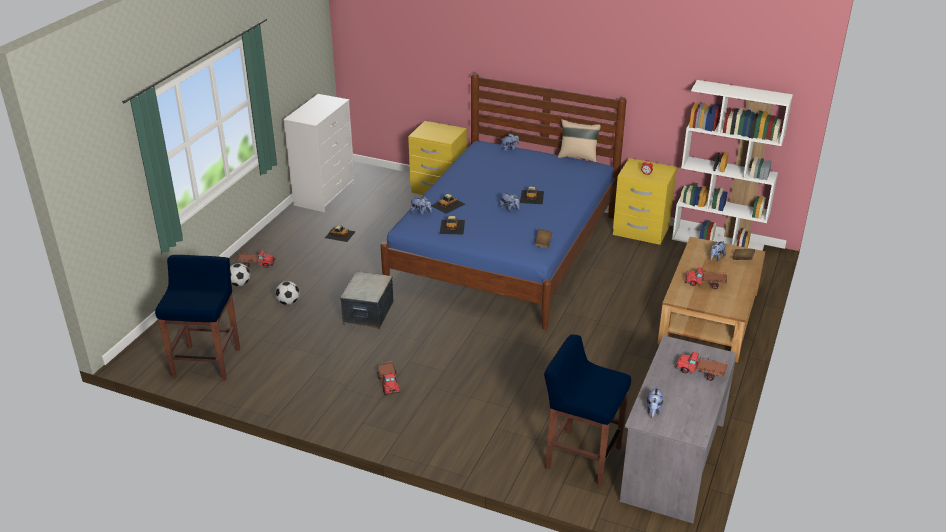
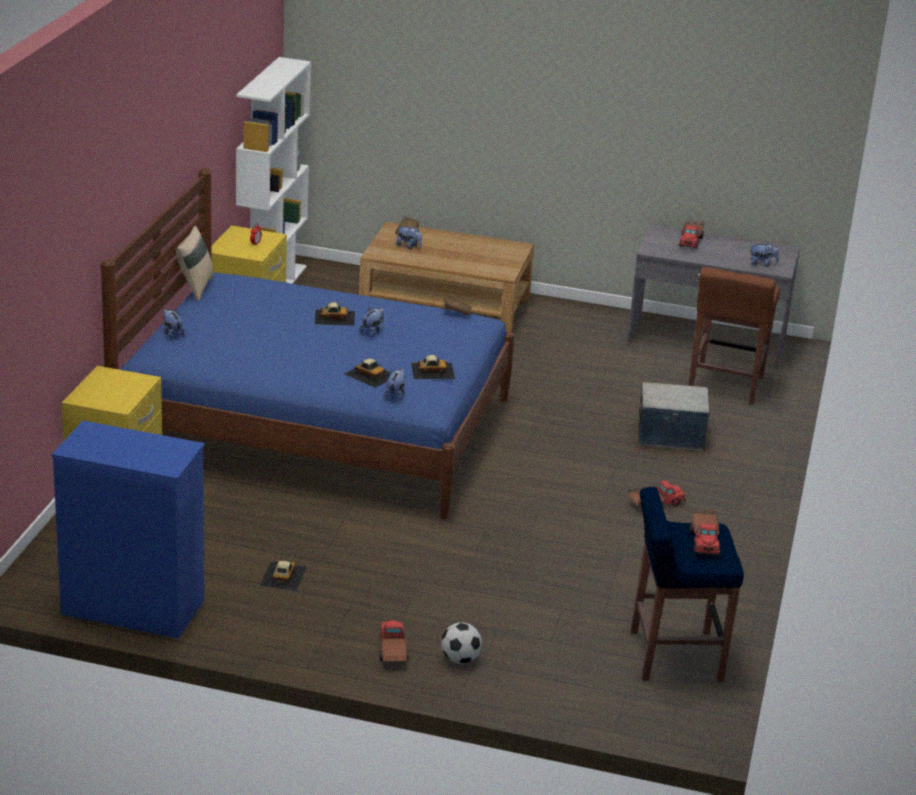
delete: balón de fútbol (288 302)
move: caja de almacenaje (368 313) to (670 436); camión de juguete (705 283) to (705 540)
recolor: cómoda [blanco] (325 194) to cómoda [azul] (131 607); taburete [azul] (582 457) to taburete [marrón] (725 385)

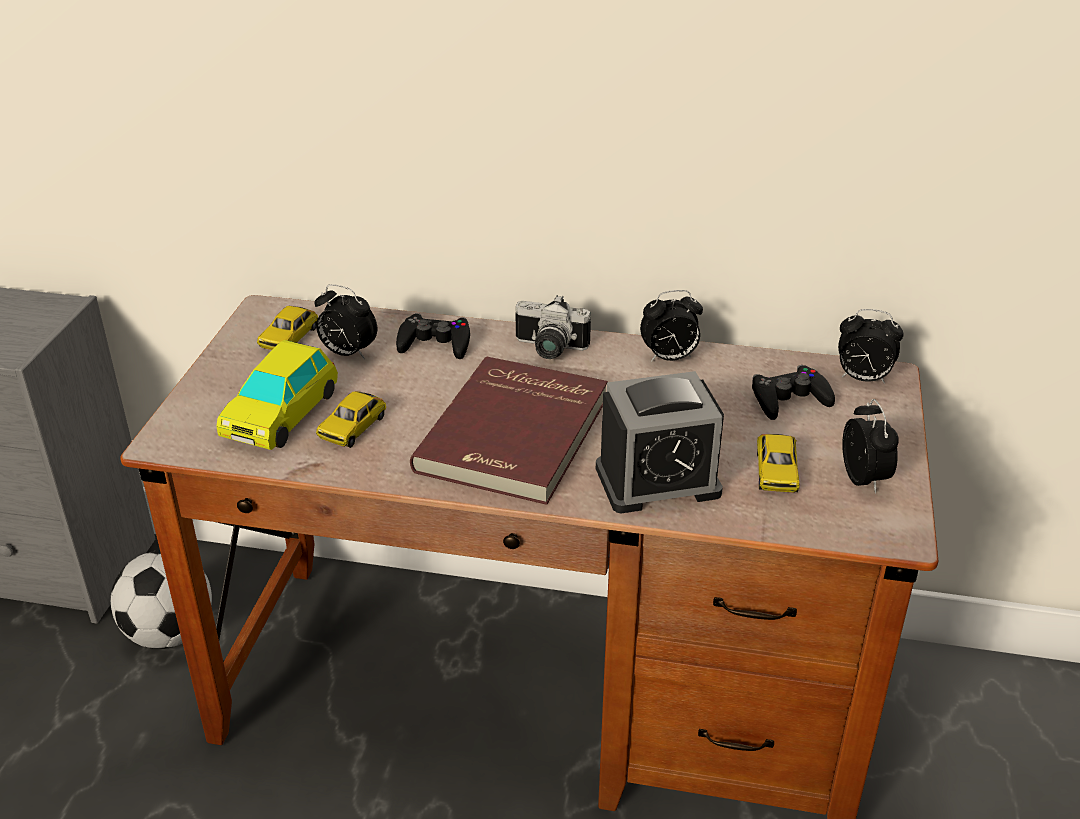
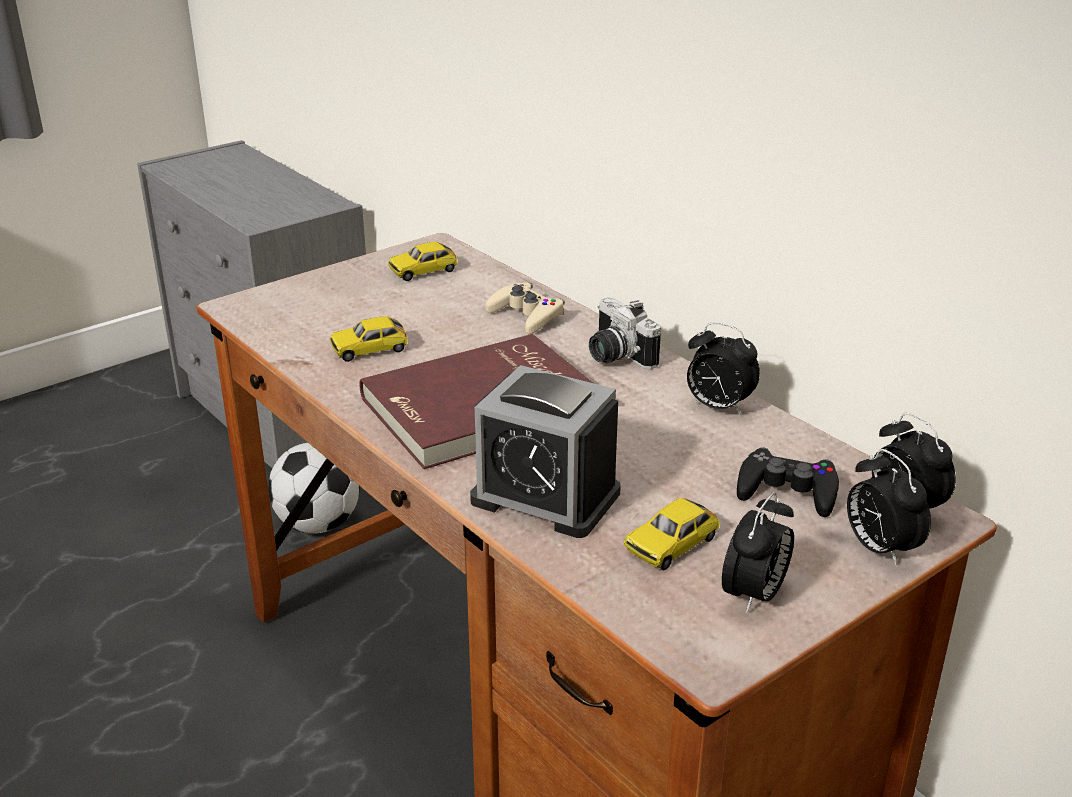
delete: coche de juguete (281 415)
move: despertador (347 353) to (879 548)
recolor: mando de consola [negro] (435 343) to mando de consola [beis] (526 315)

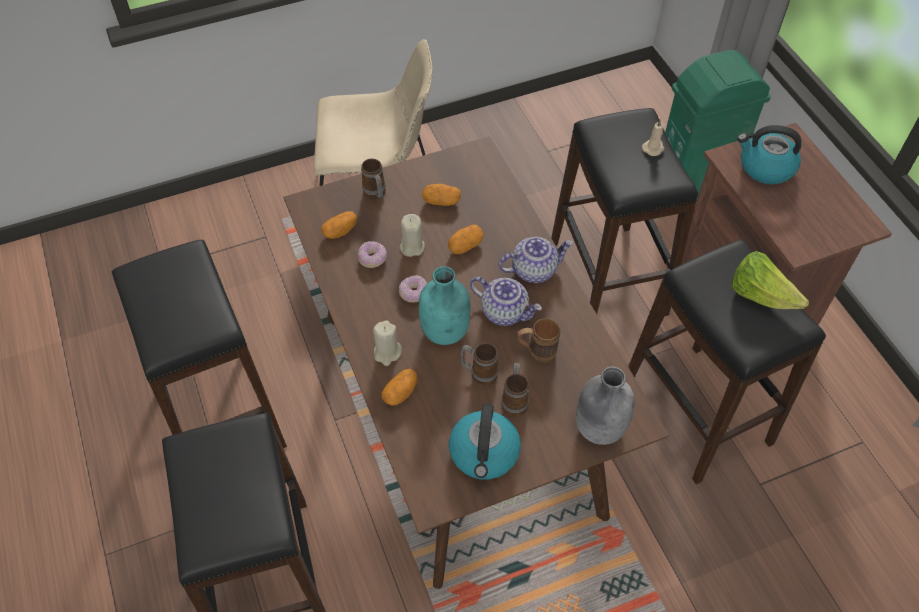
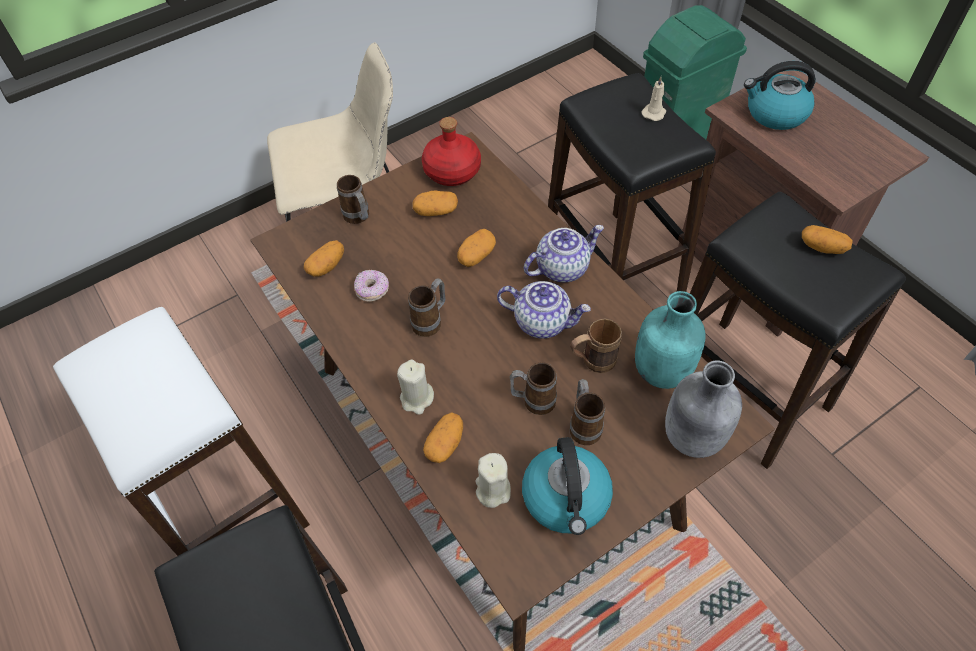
insert: botella [rojo] (452 170)
move: vela [beis] (412 247) to (492 490); botella [turquesa] (446 331) to (663 370)
replace: rosquilla (414 293) to taza grande (431 321); lechuga (760 295) to patata (822 247)
recolor: taburete [negro] (221 412) to taburete [blanco] (225 500)

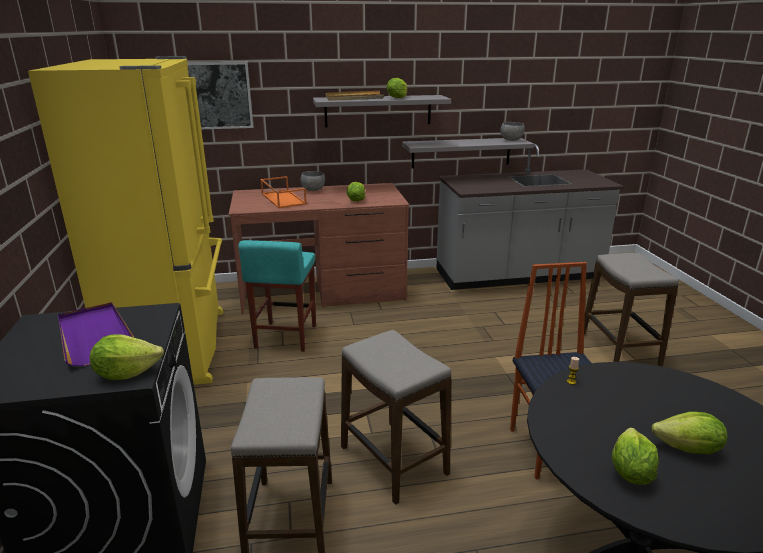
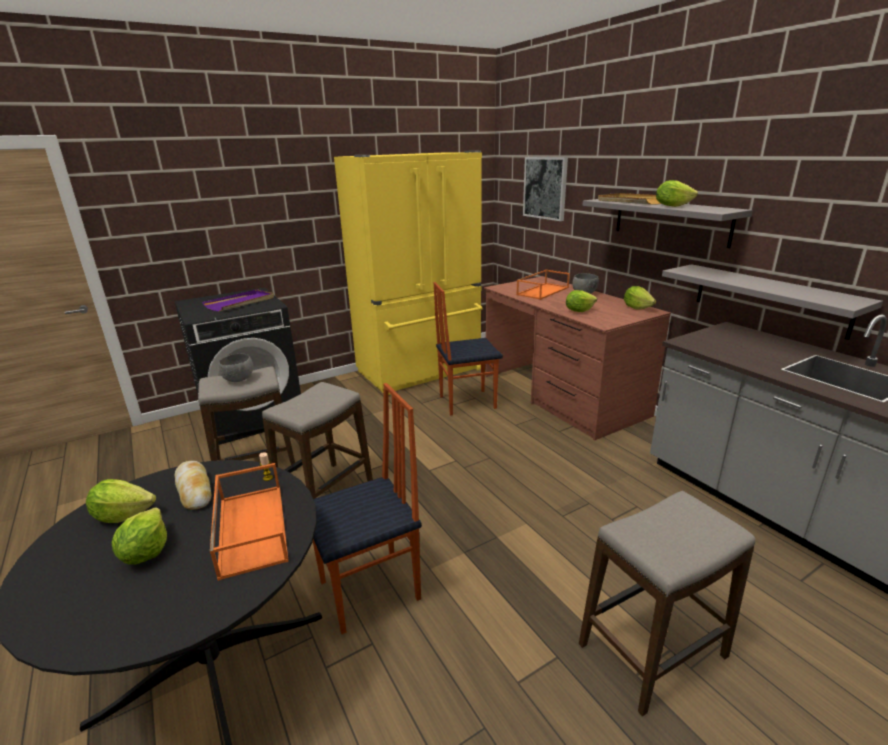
insert: pan (194 490); bandeja [naranja] (250 528)
move: lechuga (126 373) to (637 308); cuenco [gris] (511 140) to (239 380)
replace: taburete [turquesa] (285 337) to silla (466 402)

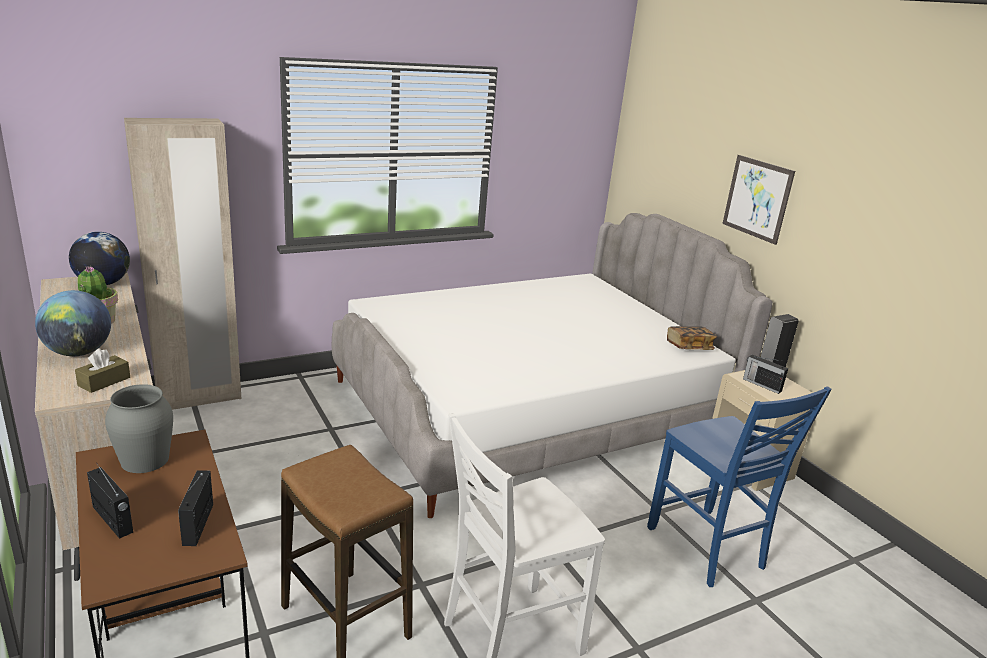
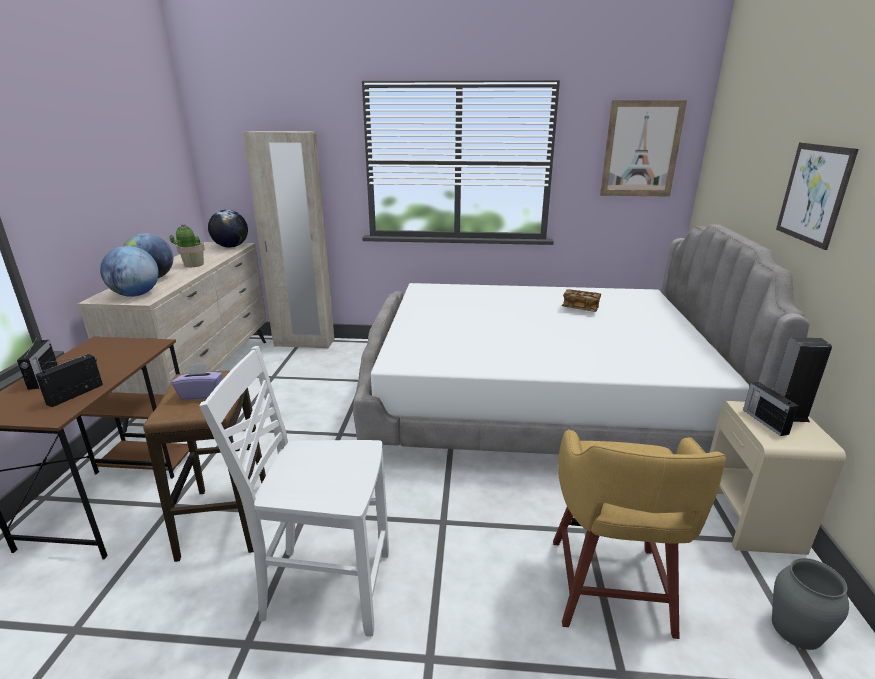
insert: caja de pañuelos [morado] (201 394); cuadro (641 149)
move: florero [gris] (144 460) to (796 629); libro (689 347) to (580 309)
replace: caja de pañuelos [marrón] (104 381) to globo terráqueo (136 295); silla [azul] (707 548) to taburete [amarillo] (609 589)

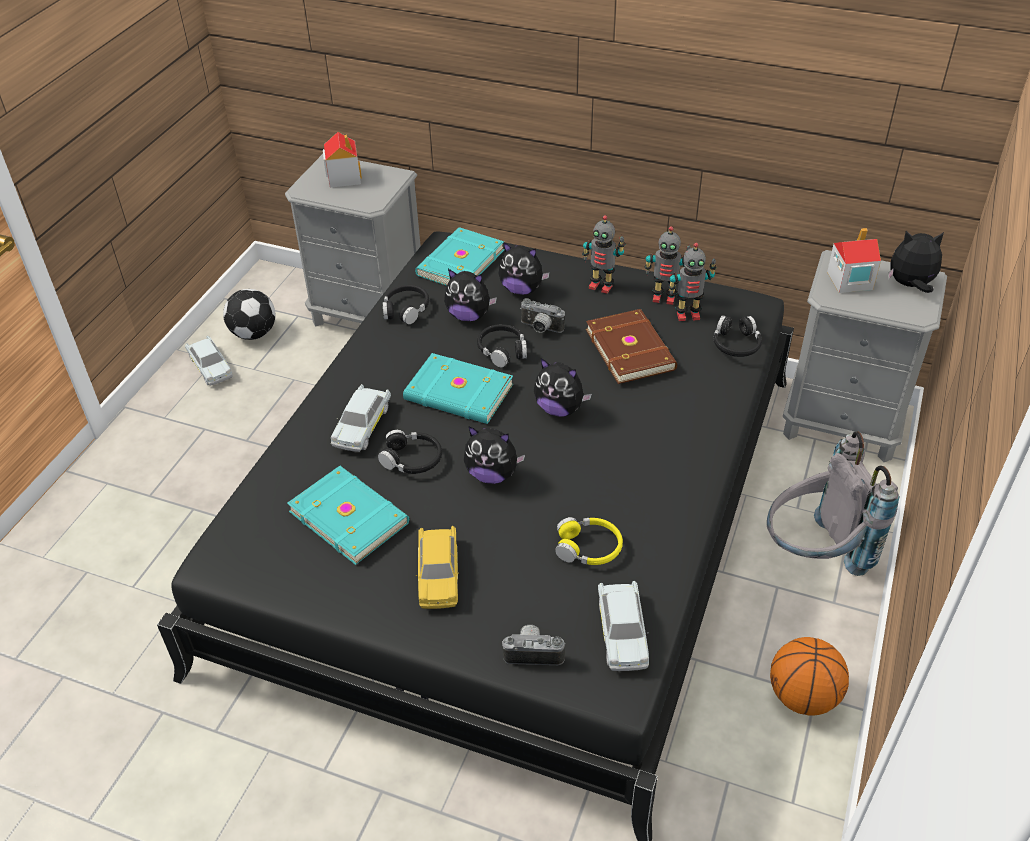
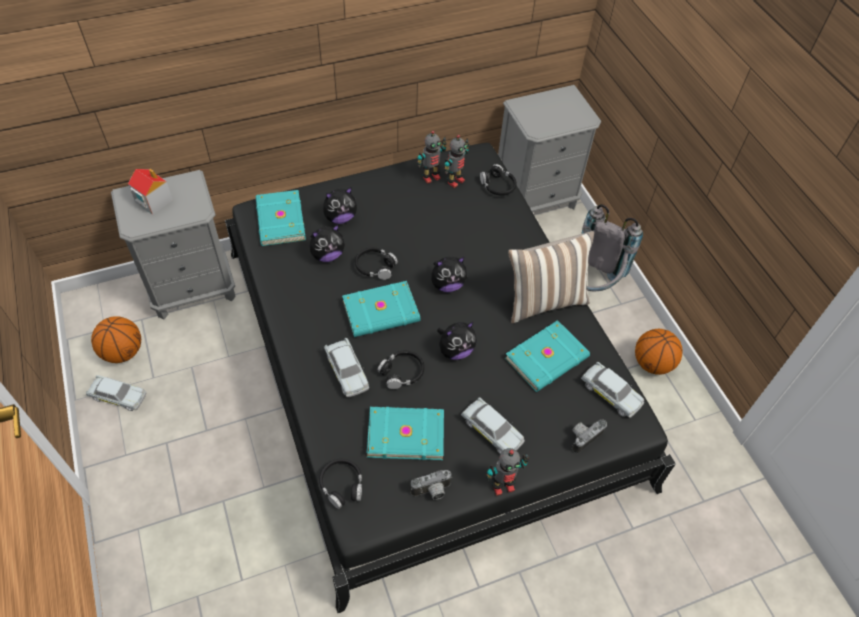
delete: libro [marrón] (631 349); casita (849 281); peluche (910 285)
insert: cojín (544 301)
move: auriculares [negro] (406 309) to (342 485); cámara (540 329) to (432 492); robot de juguete (601 286) to (502 485)
replace: balón de fútbol (253 334) to balón de baloncesto (123 352); auriculares [amarillo] (588 548) to libro [turquesa] (548 359)
recolor: coche de juguete [amarillo] (438 574) to coche de juguete [blanco] (491 430)

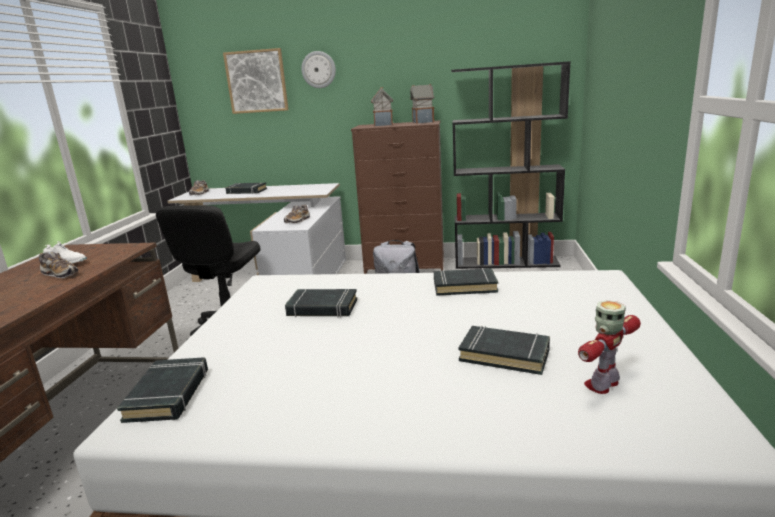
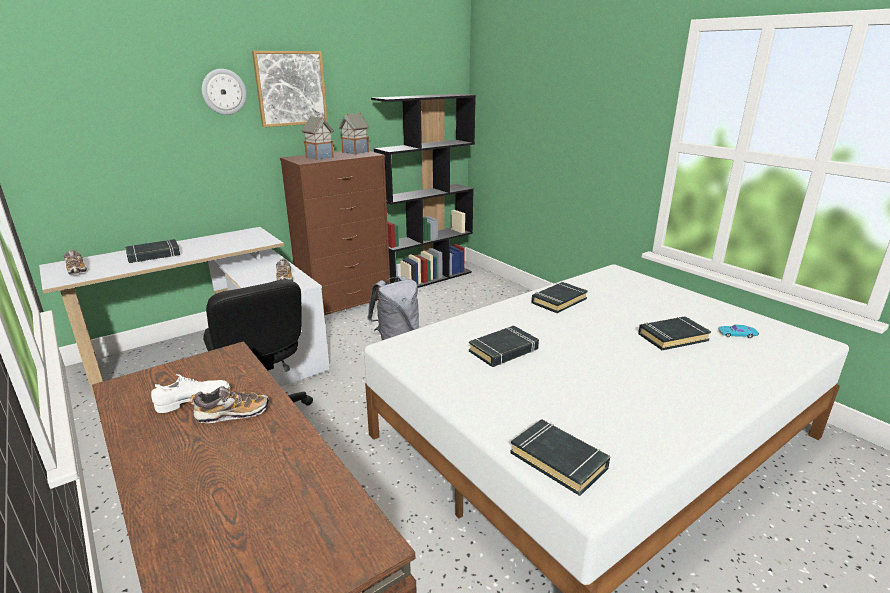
move: cuadro (256 81) to (291 88)
replace: robot de juguete (603 384) to coche de juguete [turquesa] (737 334)

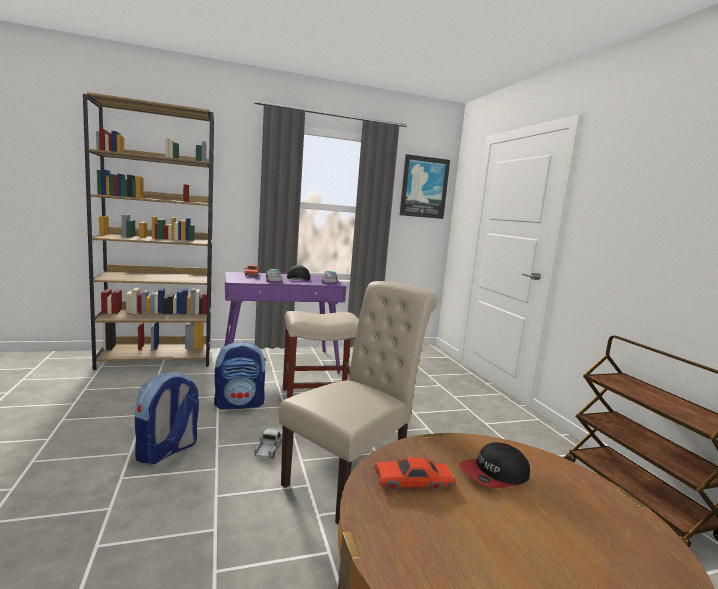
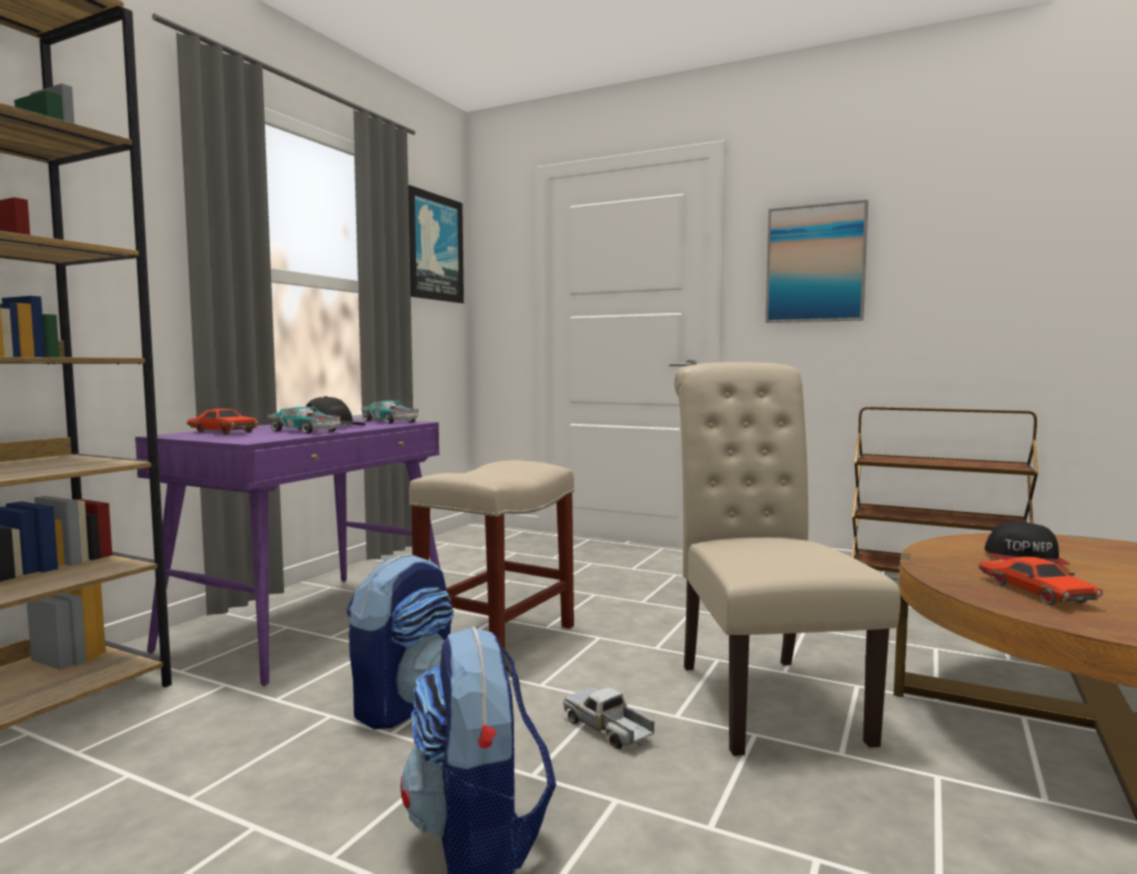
insert: cuadro (815 264)
rotate: coche de juguete [rojo] (413 482) = (1034 592) 45 degrees counterclockwise

